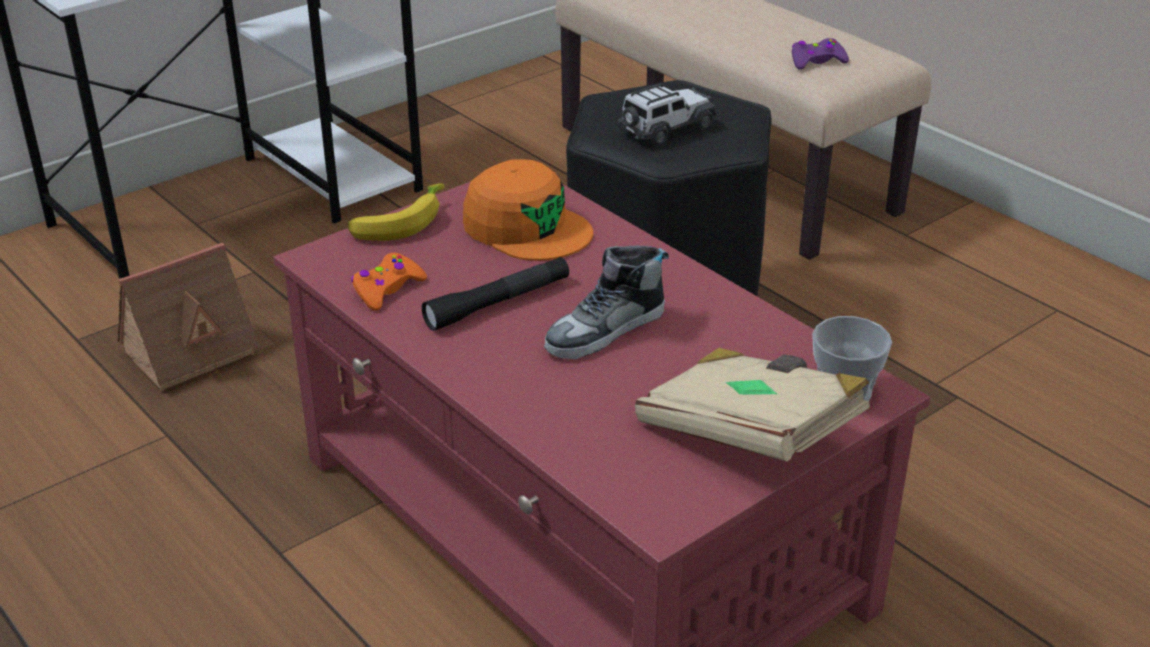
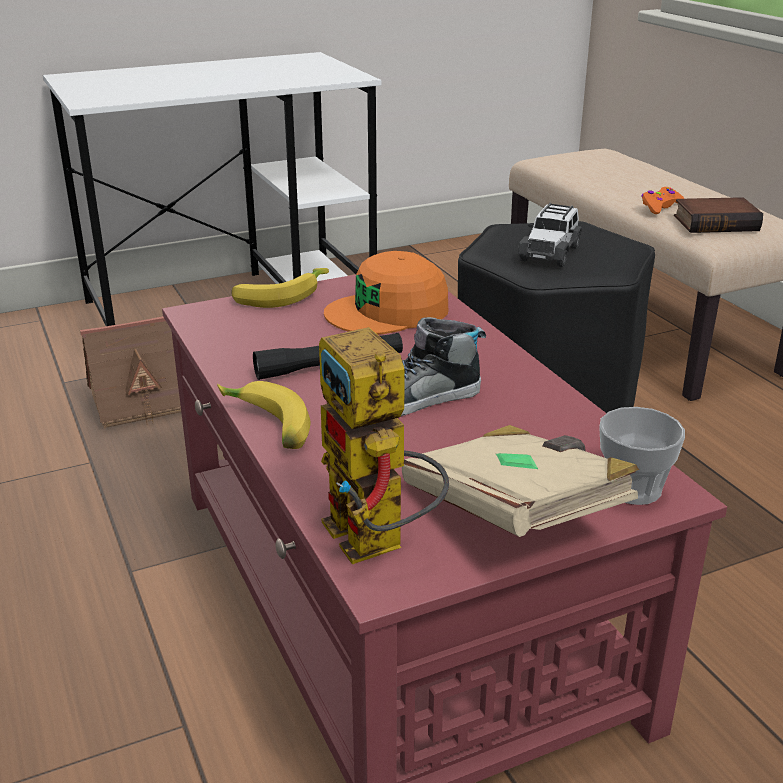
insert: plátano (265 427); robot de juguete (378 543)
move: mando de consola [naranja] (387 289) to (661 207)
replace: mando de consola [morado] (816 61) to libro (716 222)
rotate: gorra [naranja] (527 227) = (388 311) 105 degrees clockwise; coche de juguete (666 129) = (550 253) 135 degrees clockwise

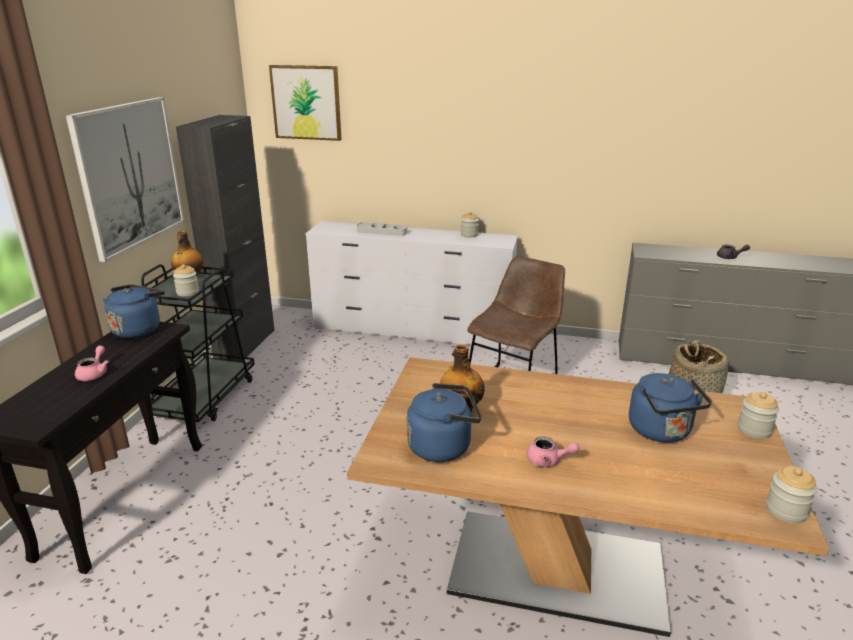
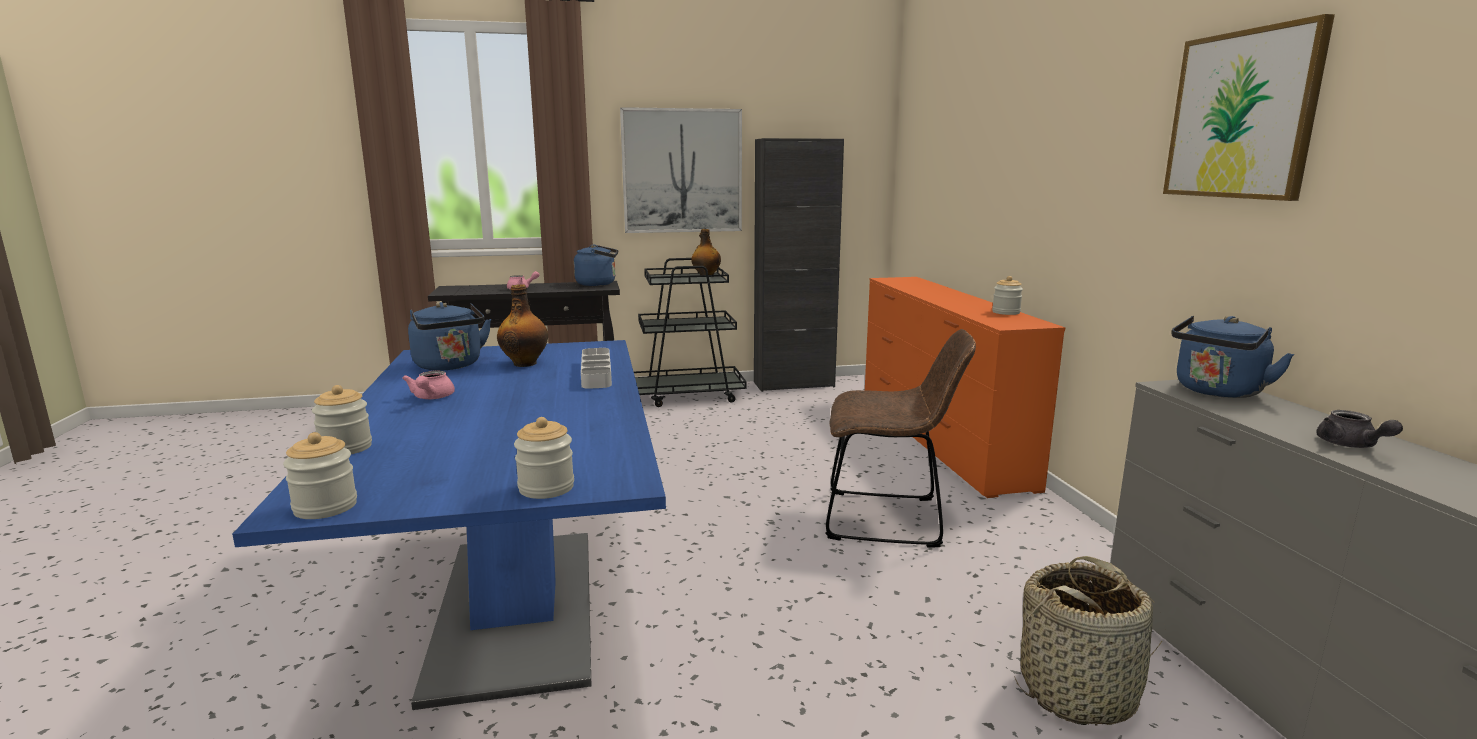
move: tarro (187 292) to (346 448); cuadro (306 102) to (1242 115); bandeja [gris] (382 232) to (596 373); hervidor [azul] (662 432) to (1217 392)
recolor: cómoda [blanco] (412 330) to cómoda [naranja] (939 438); mesa de comedor [marrón] (557 569) to mesa de comedor [azul] (516 608)

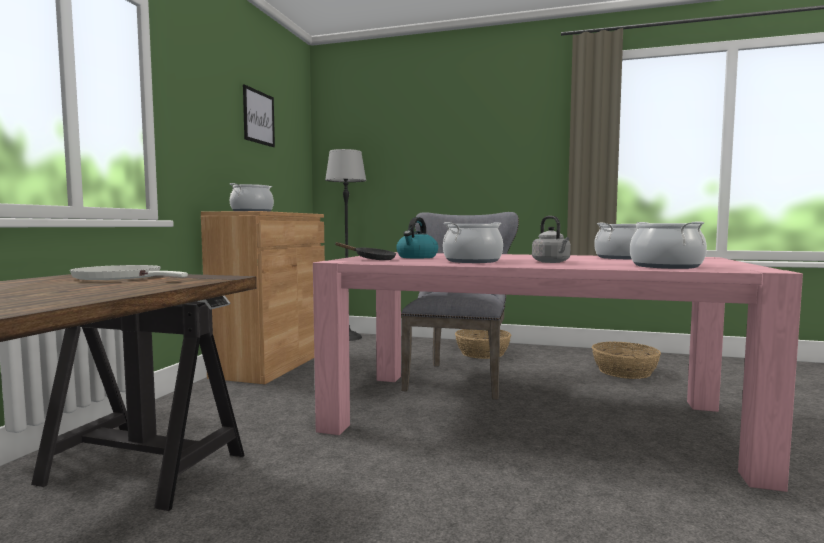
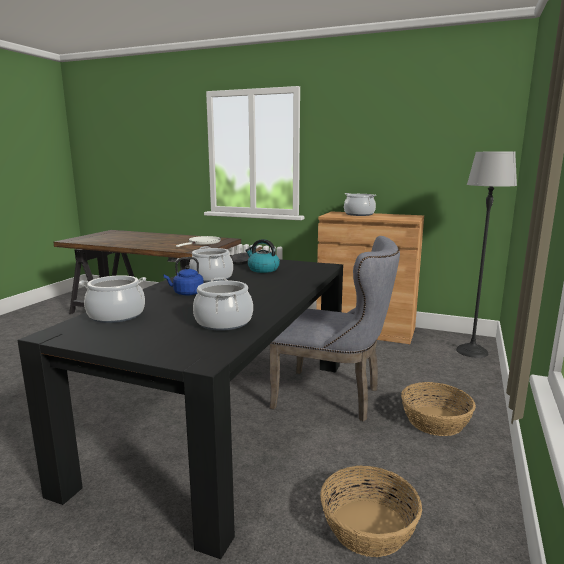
delete: cuadro (258 117)
recolor: mesa de comedor [rosa] (528 417) to mesa de comedor [negro] (226 416); hervidor [gris] (552 262) to hervidor [azul] (186 293)

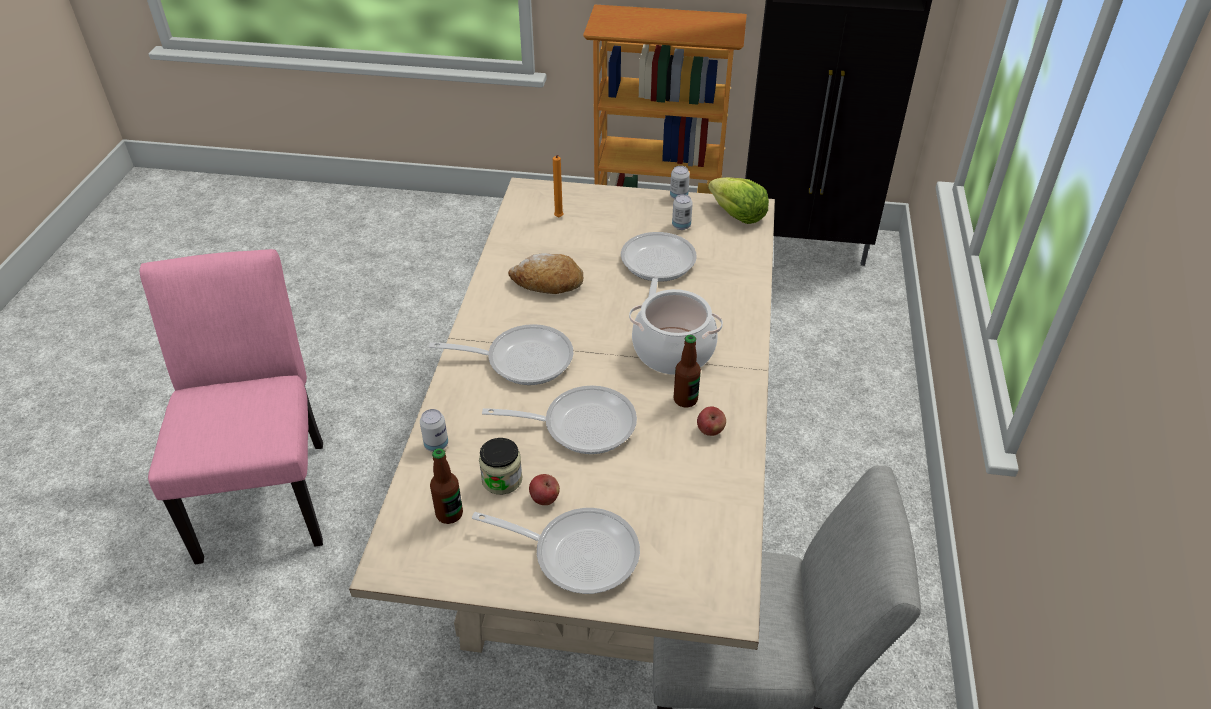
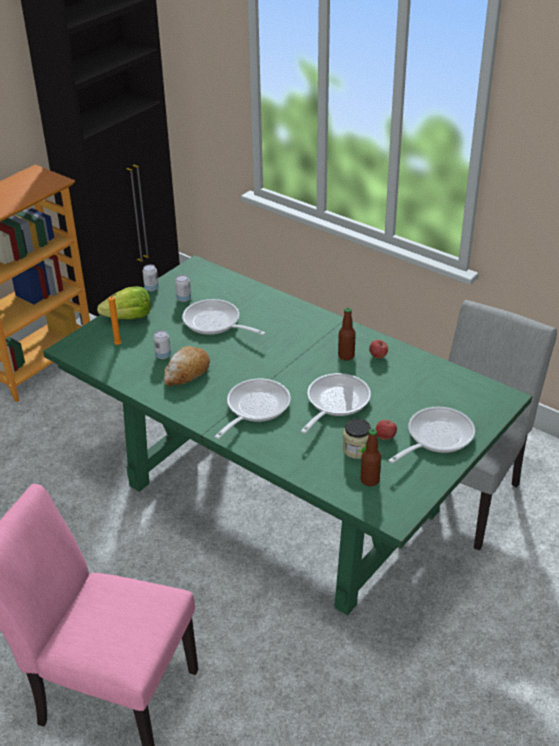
delete: olla (674 351)
move: lata (436 445) to (163 355); lechuga (737 215) to (129 318)
recolor: mesa de comedor [beis] (605 504) to mesa de comedor [verde] (279 498)

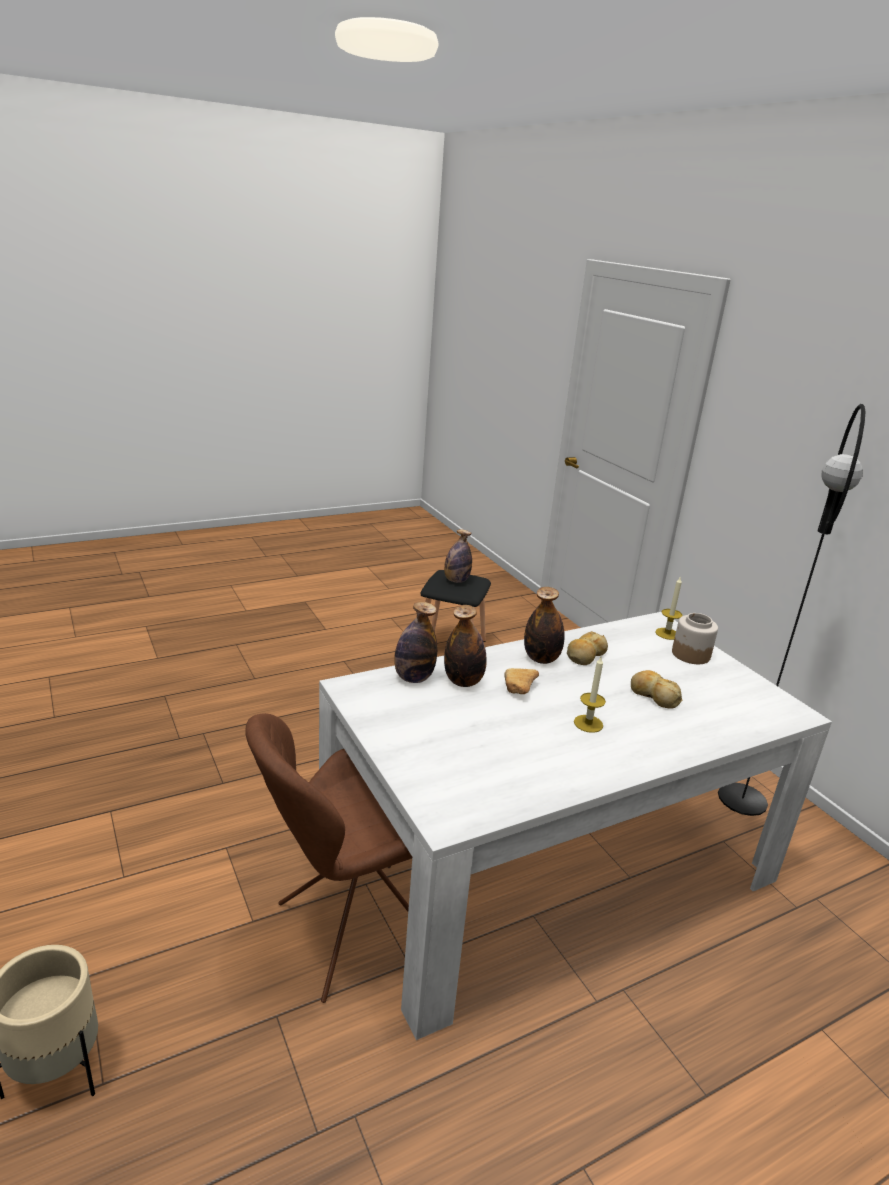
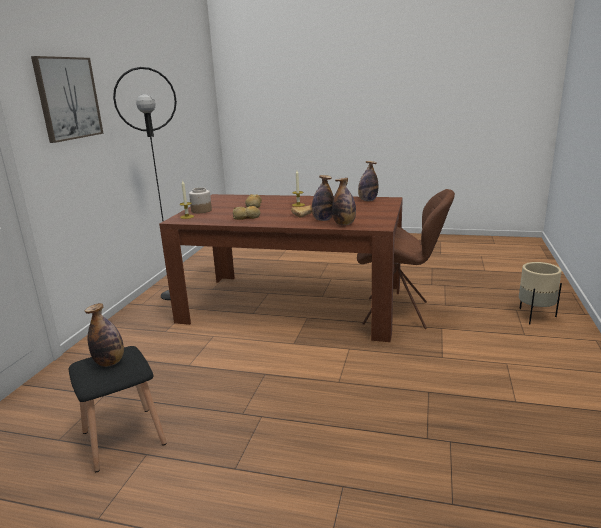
insert: cuadro (68 98)
move: botella (541 659) to (367 200)
recolor: mesa de comedor [blanco] (547 864) to mesa de comedor [marrón] (293 305)

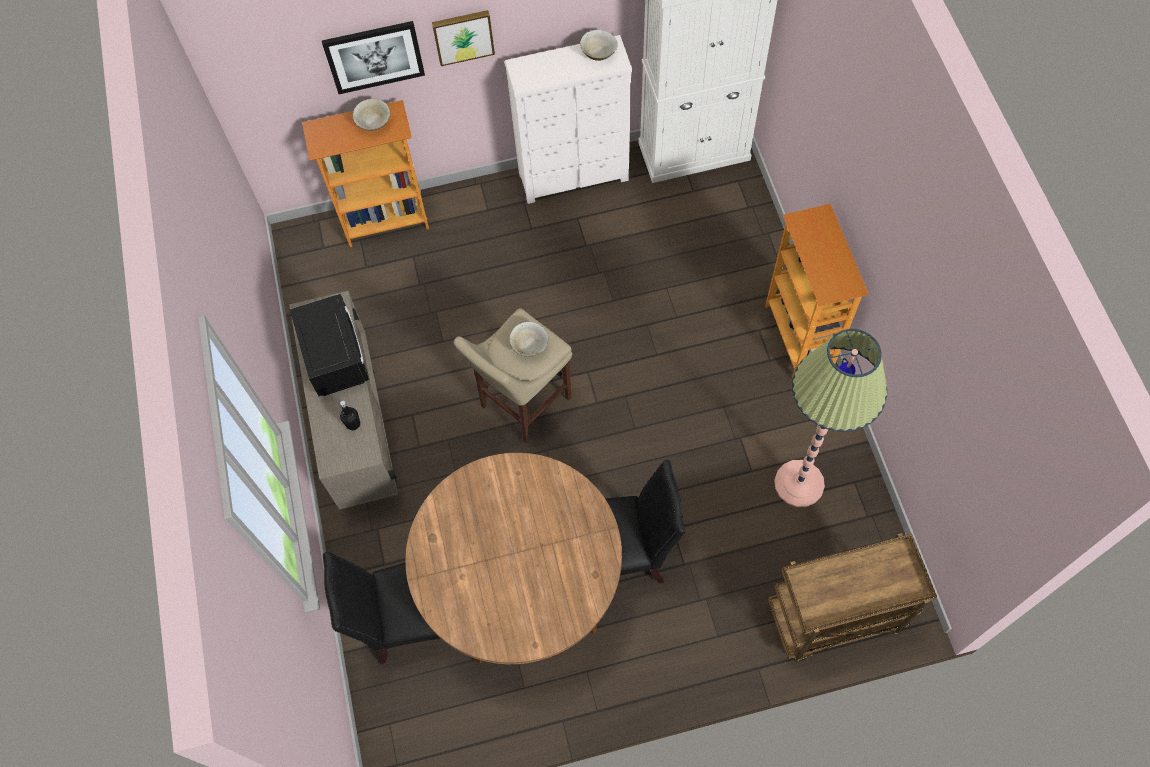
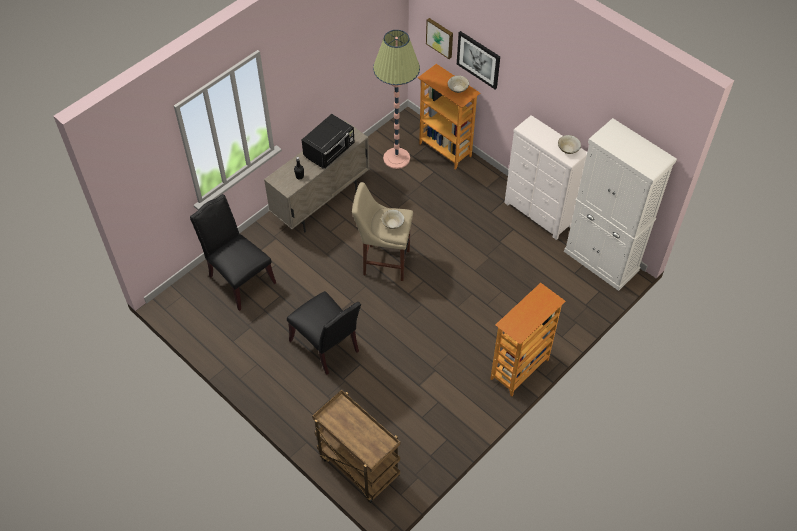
delete: mesa de comedor [marrón] (522 589)
move: cuadro (463 36) to (440 37); lámpara de pie (799 483) to (396 158)

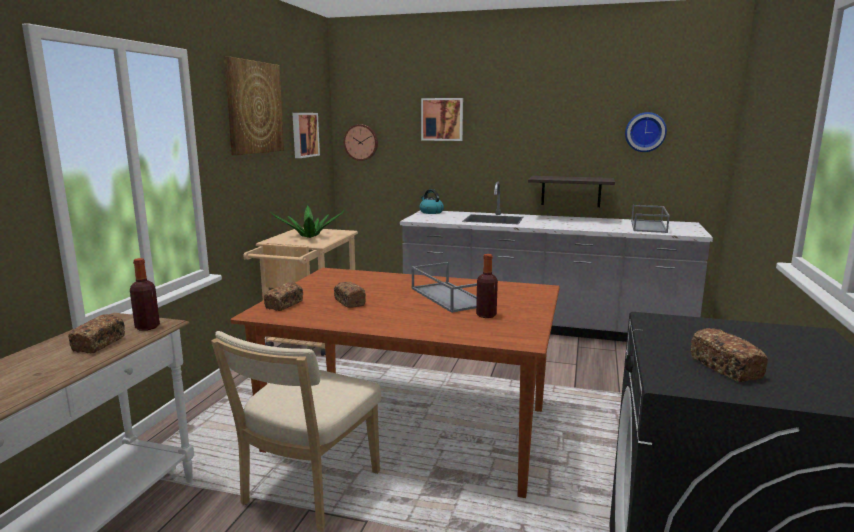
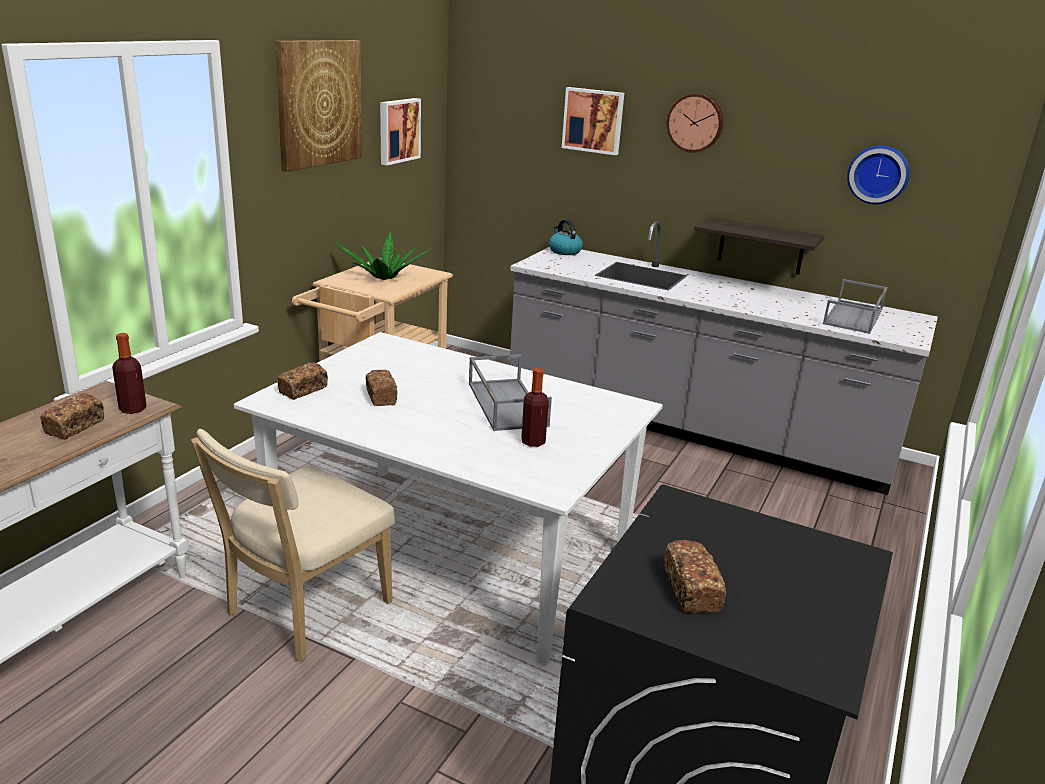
move: reloj de pared (361 142) to (695 122)
recolor: mesa de comedor [marrón] (409 429) to mesa de comedor [blanco] (449 553)

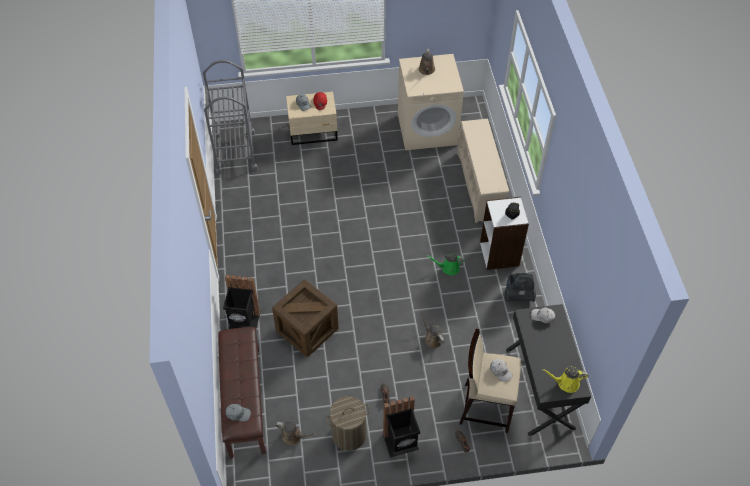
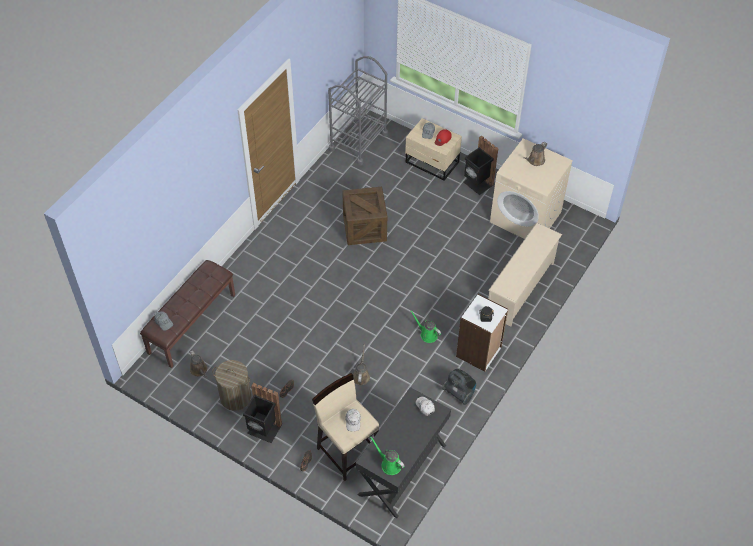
move: papelera [negro] (244 322) to (477 184); caja de embalaje (307 330) to (364 228)
recolor: regadera [amarillo] (566 383) to regadera [verde] (389 464)

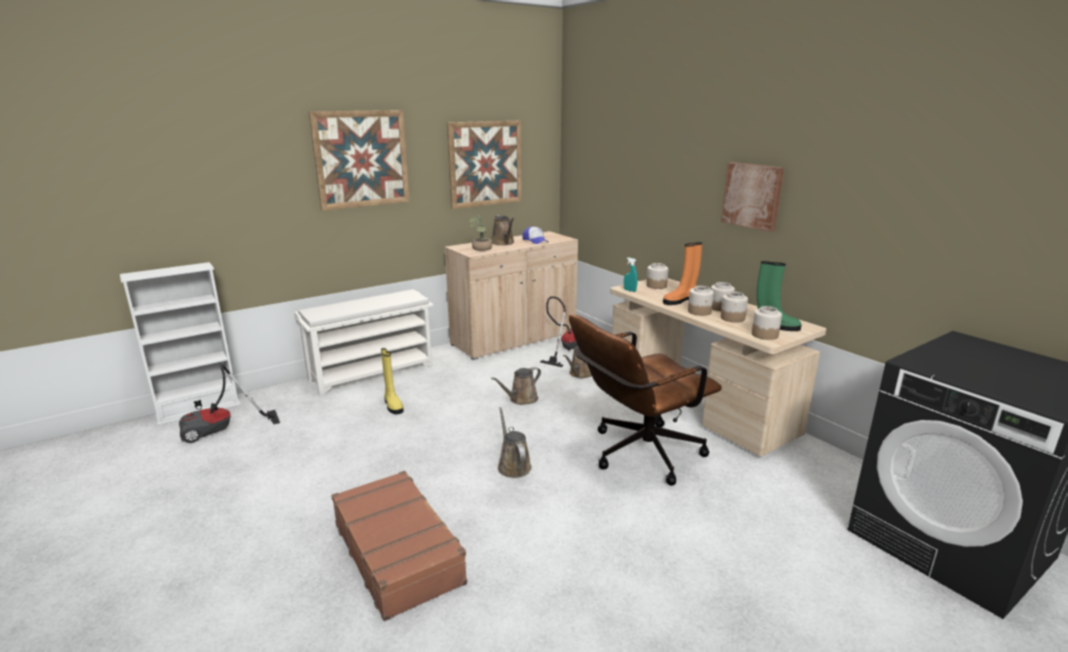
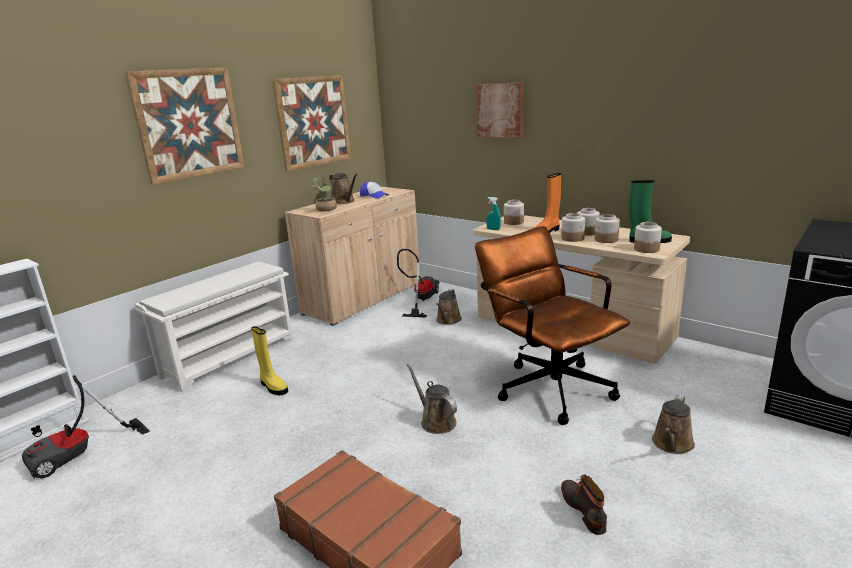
insert: bota (584 509)
move: regadera [marrón] (521 399) to (672 444); cuadro (752 196) to (500 110)
rotate: silla de oficina [marrón] (637 455) = (547 385) 105 degrees clockwise

